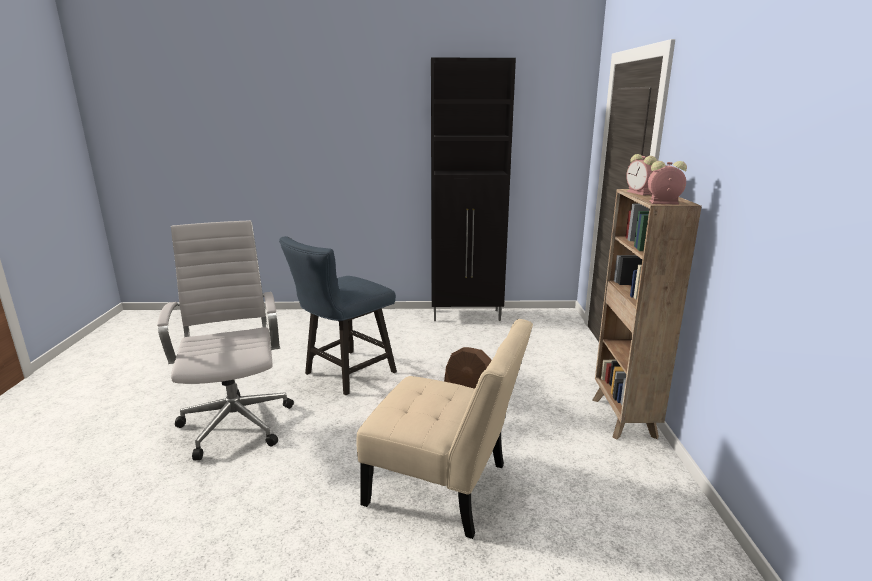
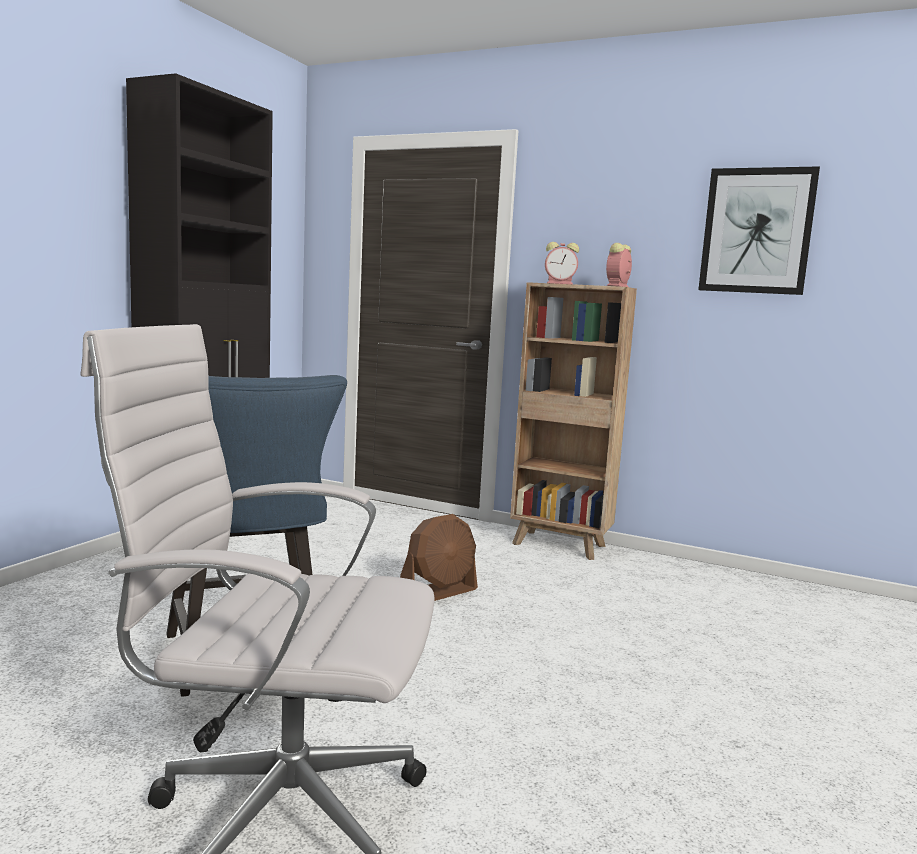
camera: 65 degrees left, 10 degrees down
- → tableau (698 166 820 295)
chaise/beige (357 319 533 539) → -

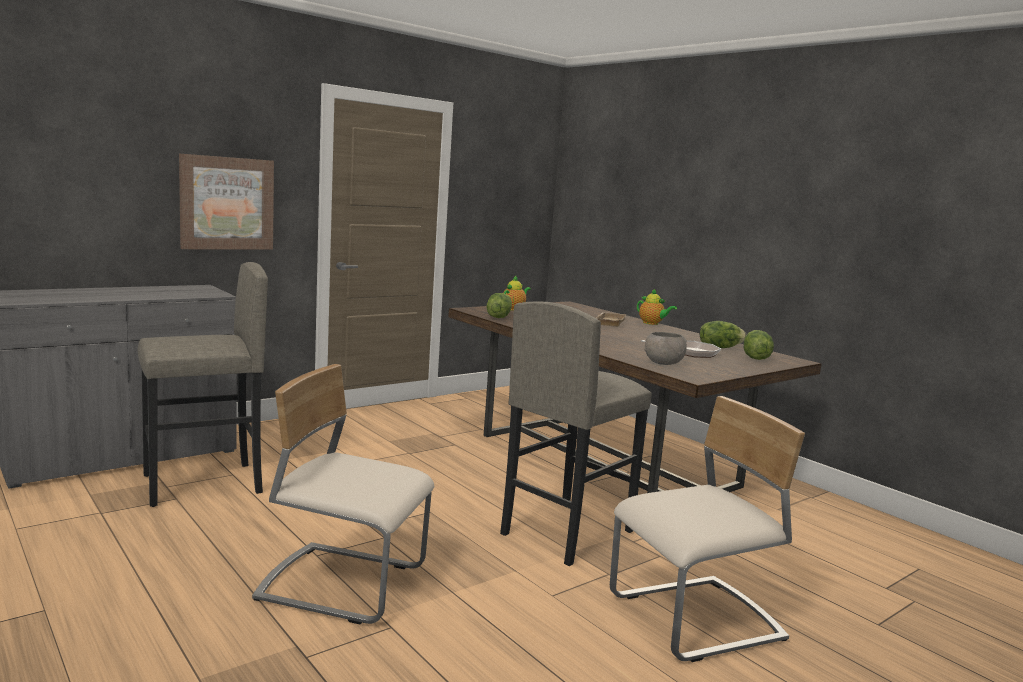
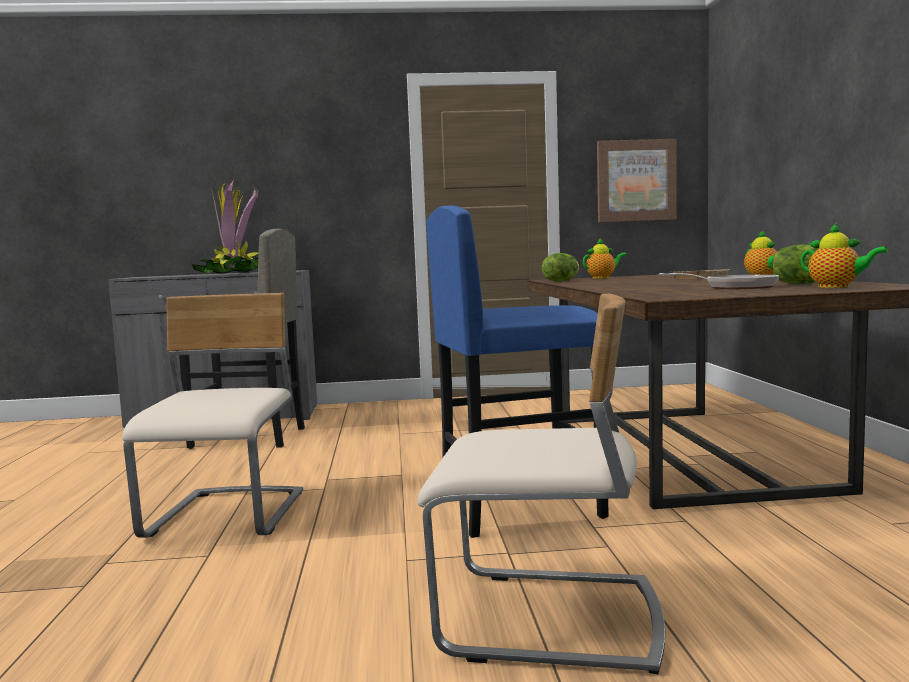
camera: 35 degrees right, 5 degrees down
chaise/beige (252 364 434 624) → chaise/beige (122 293 303 538), 45 degrees clockwise
- → plante en pot (192 180 259 274)
tabouret/gris (500 301 652 566) → tabouret/bleu (426 205 609 538)
tableau (179 154 274 249) → tableau (597 139 677 222), shifted
laitue (744 330 774 360) → théière (800 223 888 288)
bol/gris (644 332 687 365) → -

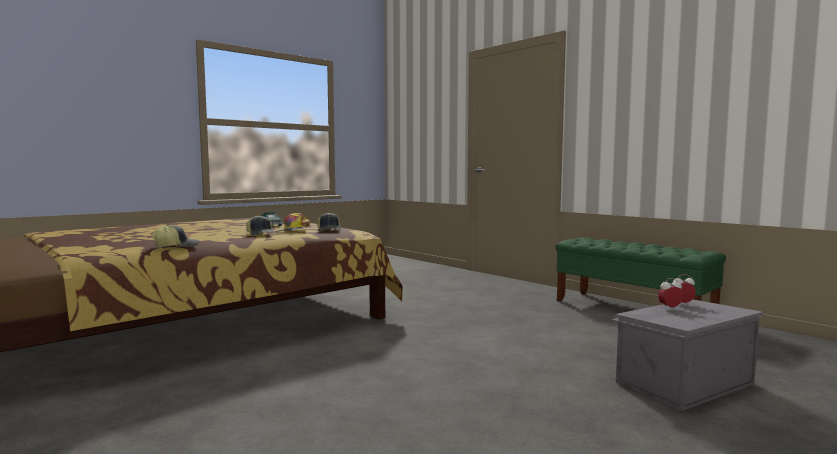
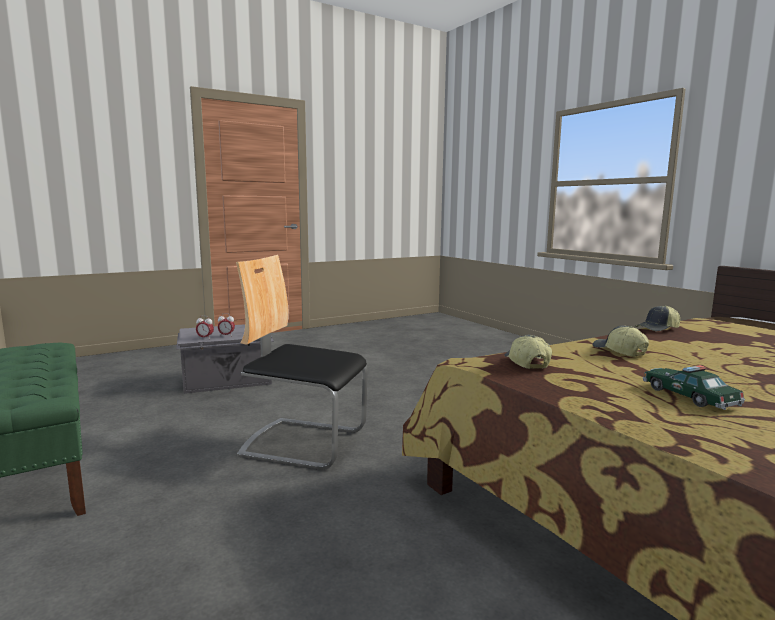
camera: 170 degrees left, 5 degrees up
- → chaise (236 255 368 470)
casquette (276 213 310 232) → -

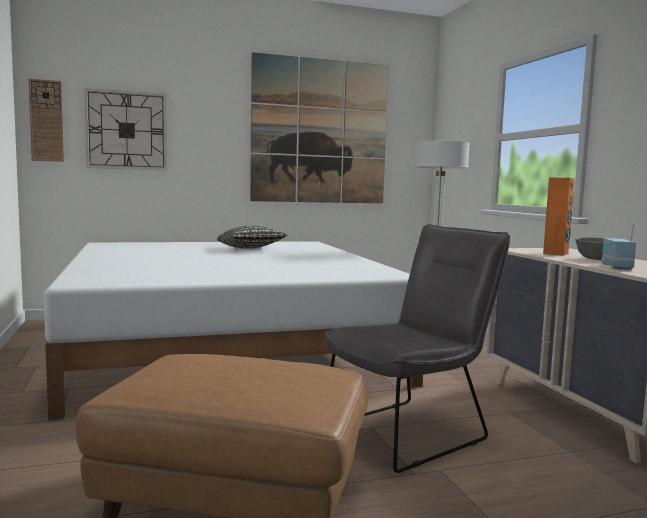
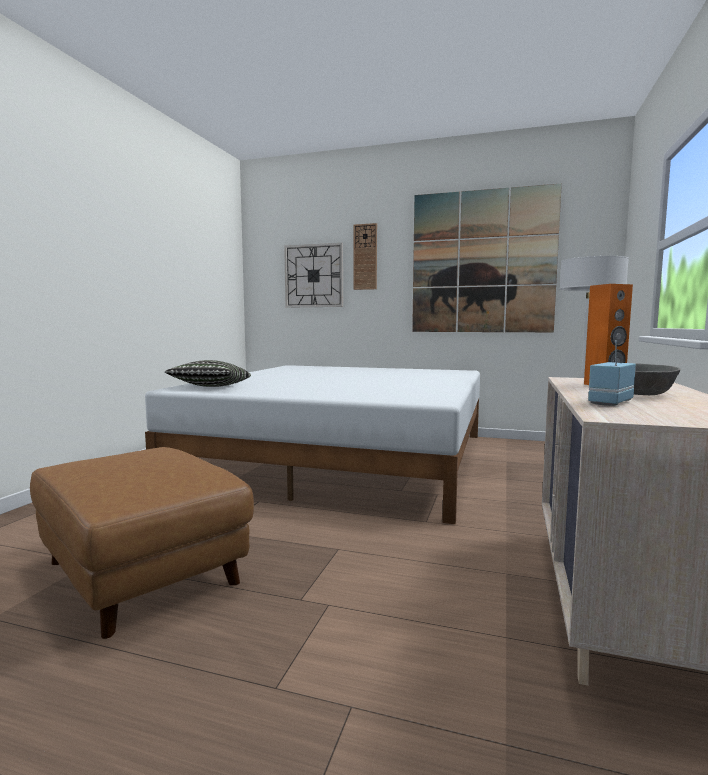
camera: 35 degrees right, 0 degrees up
coussin (217 225 287 249) → coussin (165 360 251 387), shifted
horloge murale (28 79 64 162) → horloge murale (354 223 377 290), shifted
chaise/gris (325 224 510 473) → -

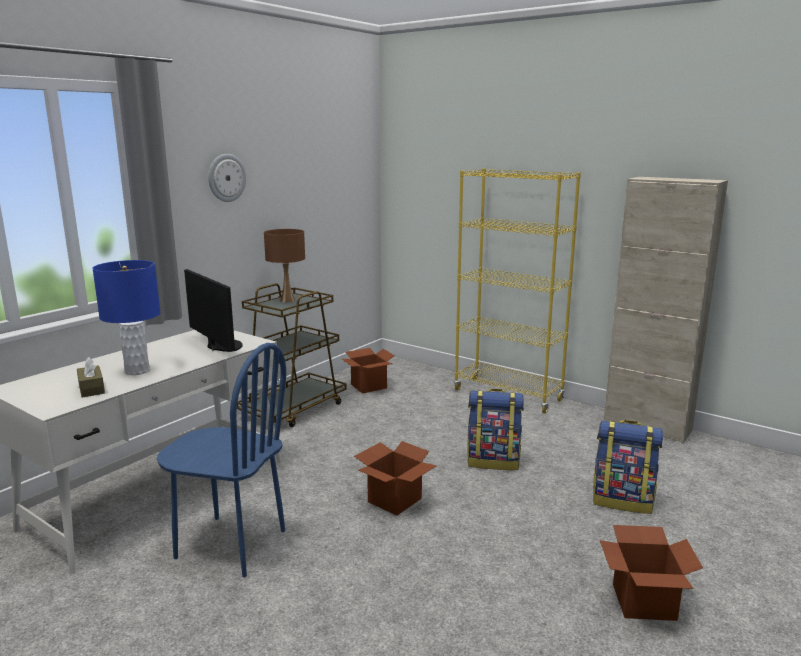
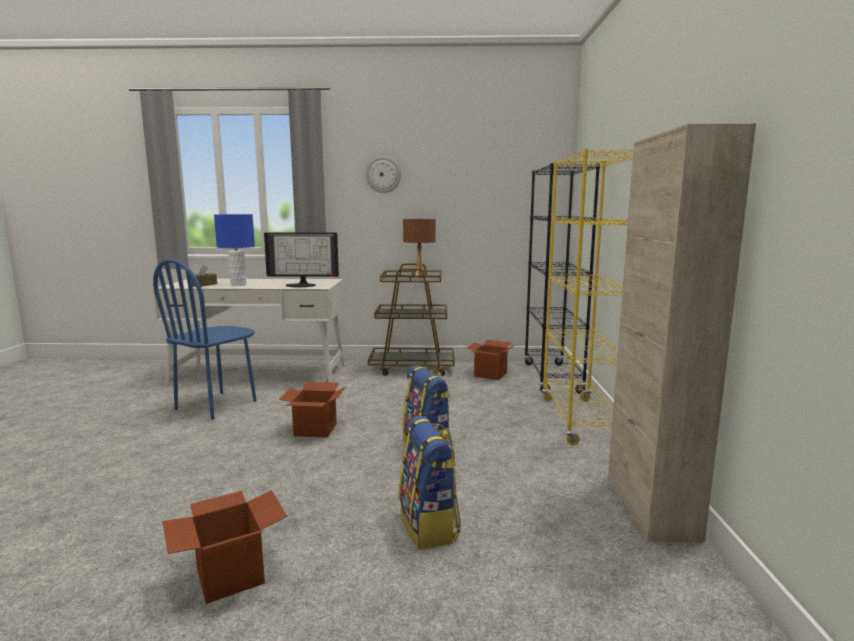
camera: 55 degrees right, 5 degrees down
chaise/bleu (157 343 286 577) → chaise/bleu (153 258 256 420), 45 degrees clockwise
écran d'ordinateur (184 269 243 352) → écran d'ordinateur (264 232 339 287), 75 degrees clockwise
- → bibliothèque/noir (524 163 600 394)

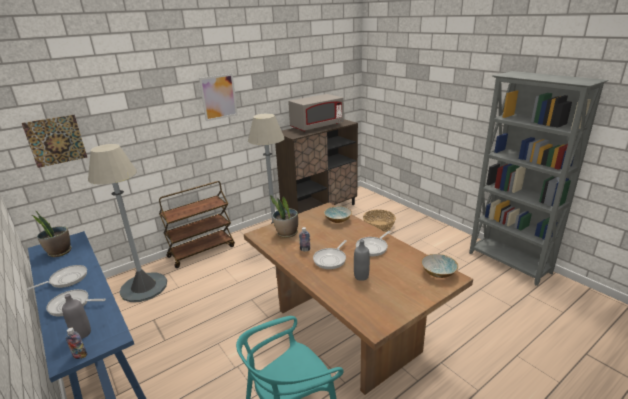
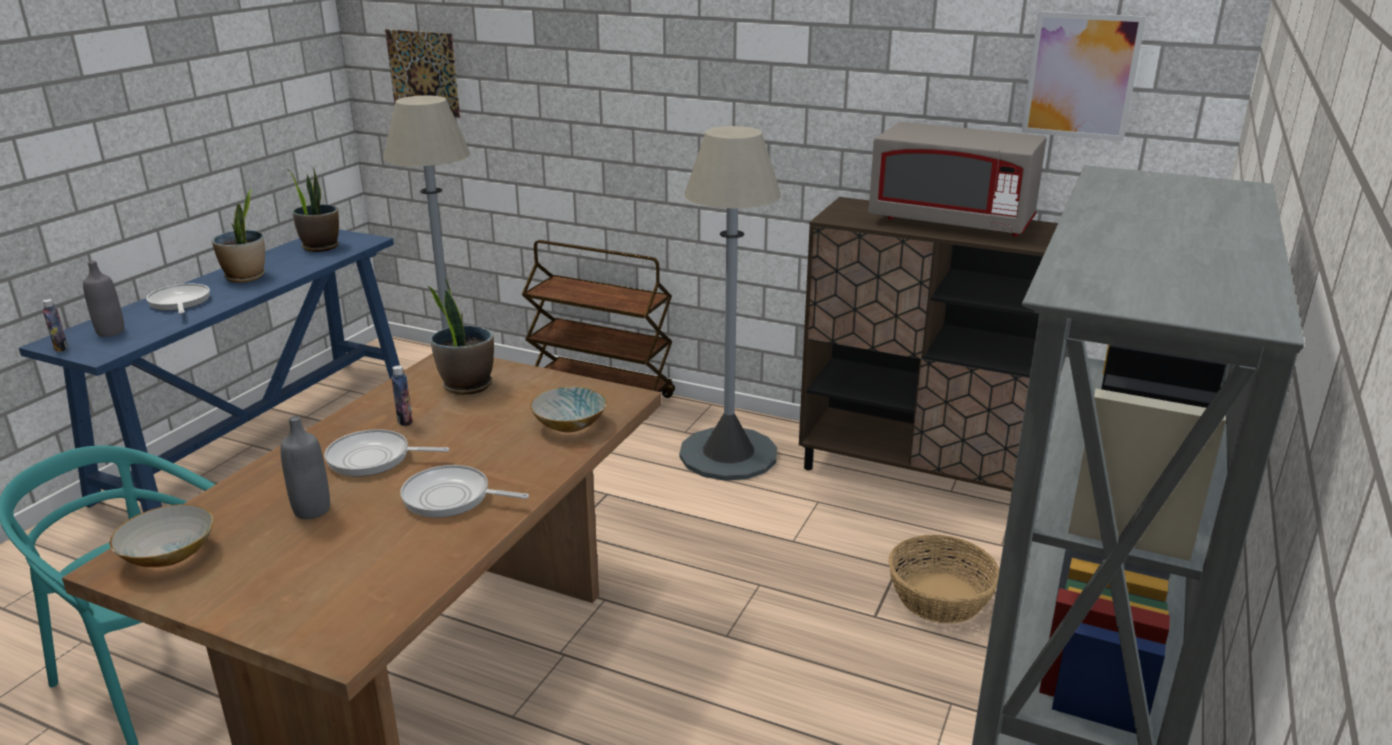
camera: 60 degrees right, 0 degrees up
bol (421 254 458 278) → bol (109 504 214 567), shifted
poêle (27 265 87 290) → plante en pot (212 189 265 283)
tableau (199 74 238 121) → tableau (1022 11 1146 141), shifted

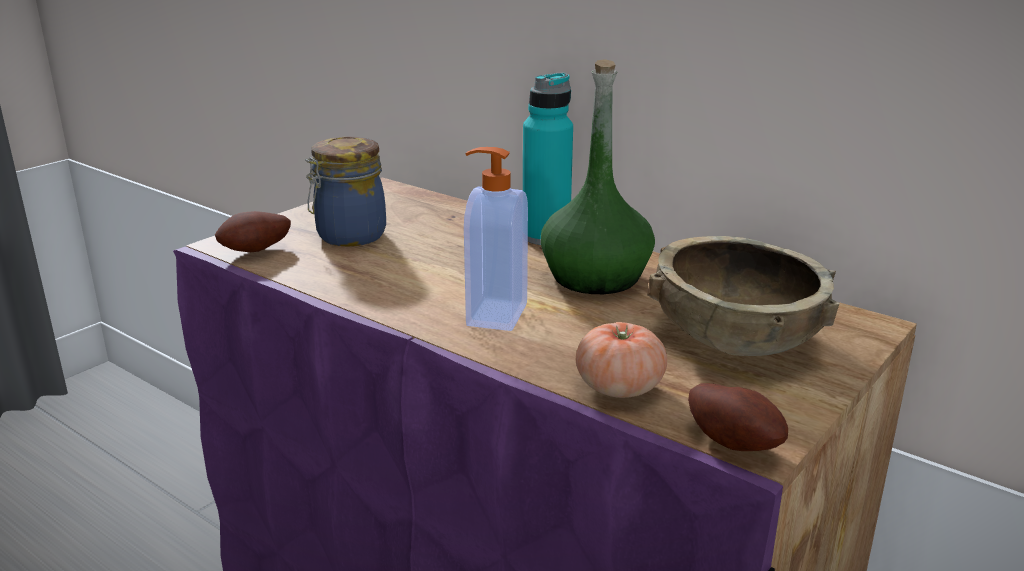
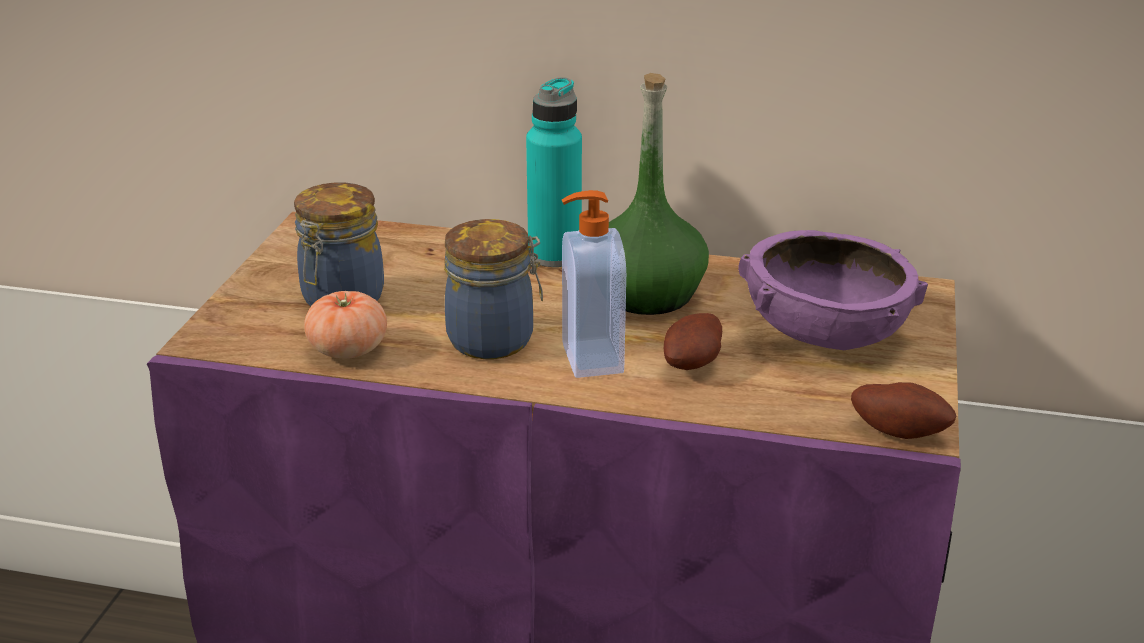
camera: 25 degrees left, 5 degrees up
tomate (576 322 667 398) → tomate (304 291 387 359), shifted
- → bocal (444 219 543 359)
pomme de terre (215 211 291 252) → pomme de terre (664 313 722 370), shifted
bol/marron (647 236 839 356) → bol/violet (738 230 928 350)

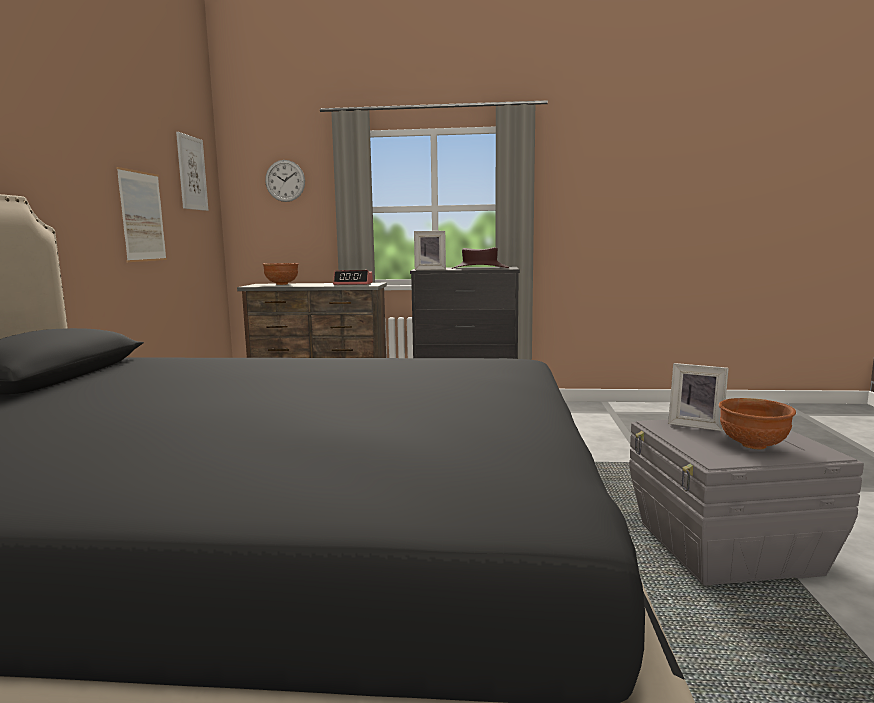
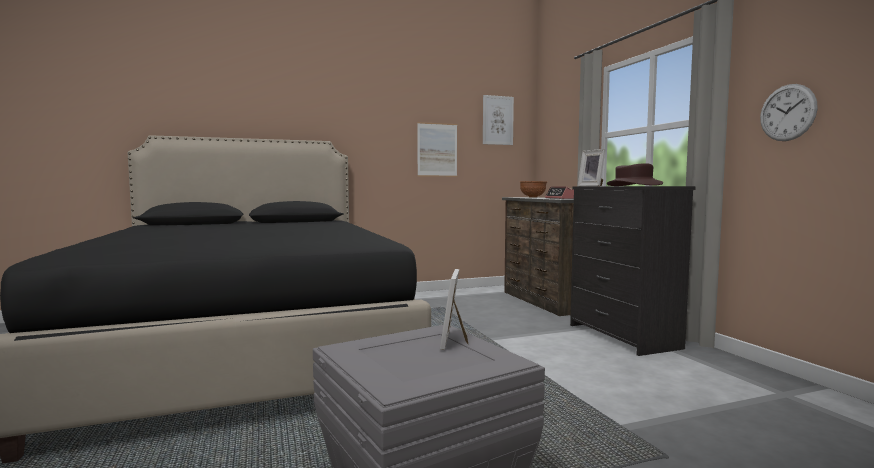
camera: 65 degrees right, 5 degrees down
horloge murale (265 160 305 202) → horloge murale (760 84 818 141), shifted
bol/marron (719 398 796 450) → -

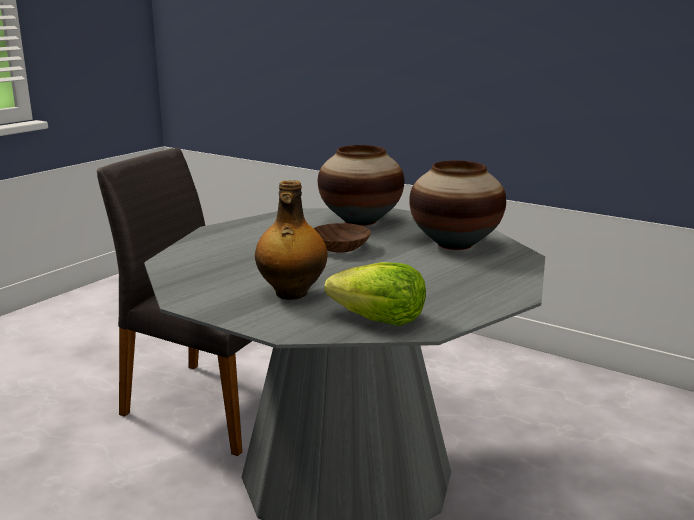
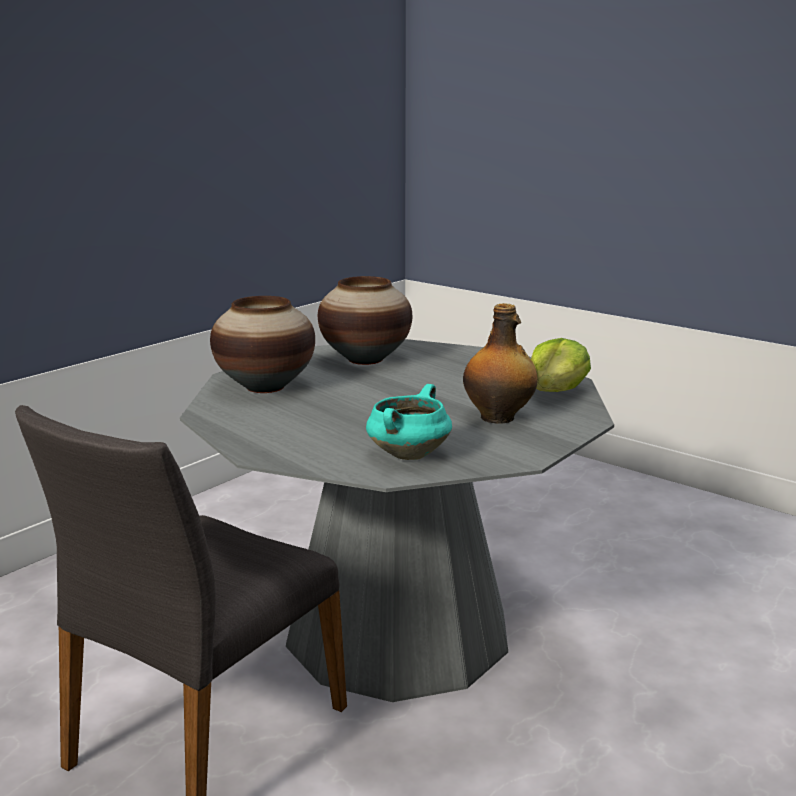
camera: 85 degrees left, 0 degrees up
- → marmite/turquoise (366 384 452 460)
bol/marron (314 223 371 253) → -

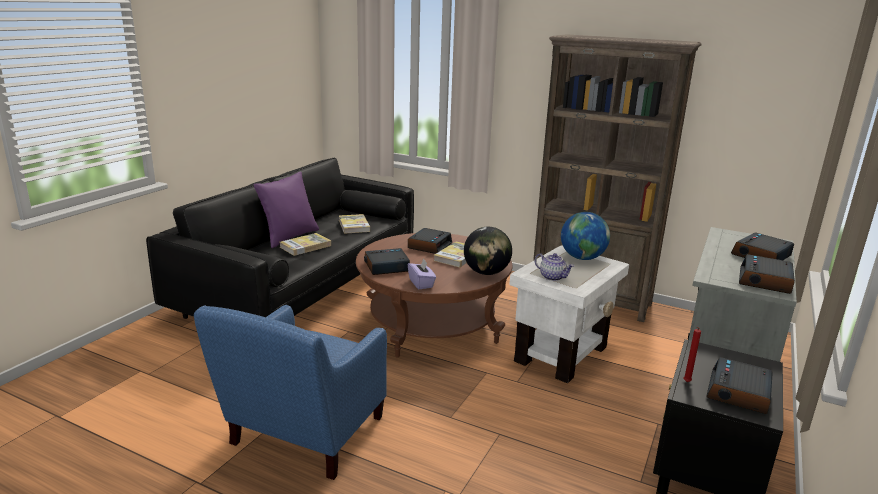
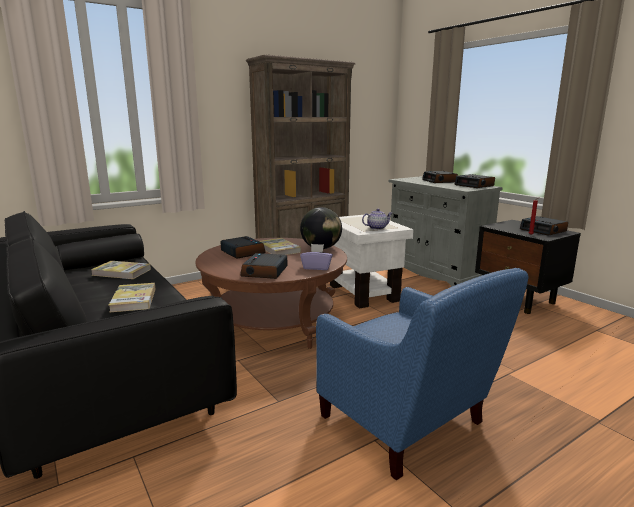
camera: 60 degrees left, 5 degrees down
coussin/violet (254 172 319 248) → -
globe (561 212 610 260) → -

